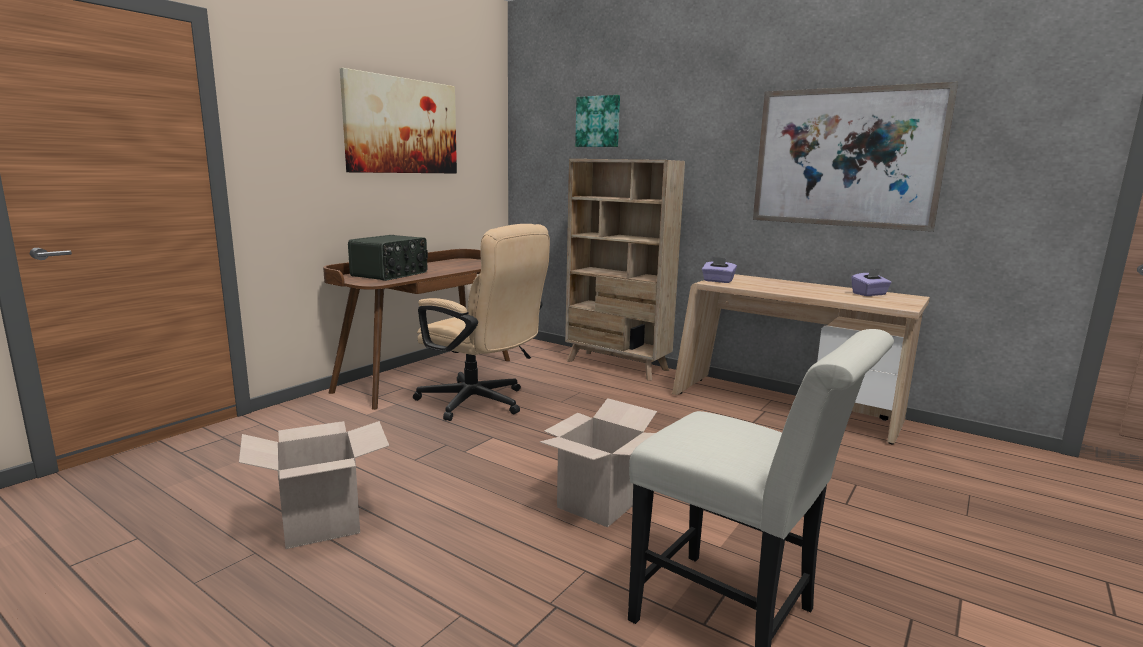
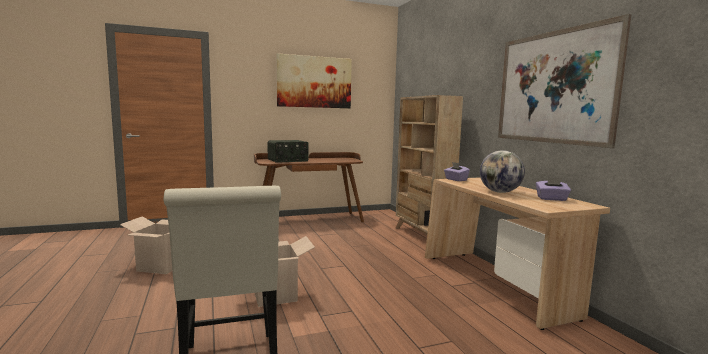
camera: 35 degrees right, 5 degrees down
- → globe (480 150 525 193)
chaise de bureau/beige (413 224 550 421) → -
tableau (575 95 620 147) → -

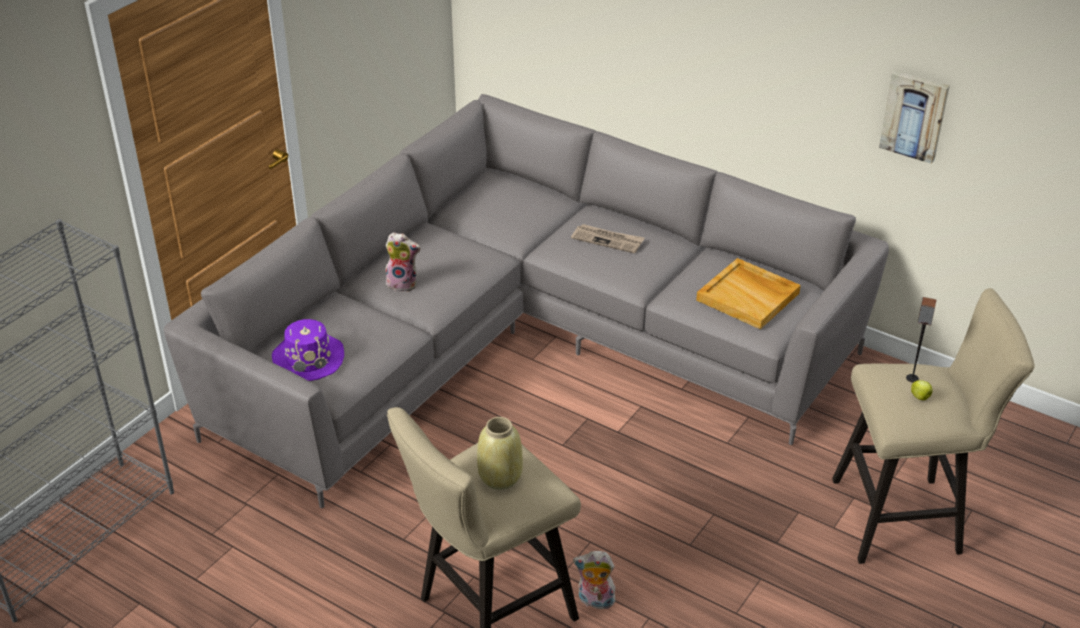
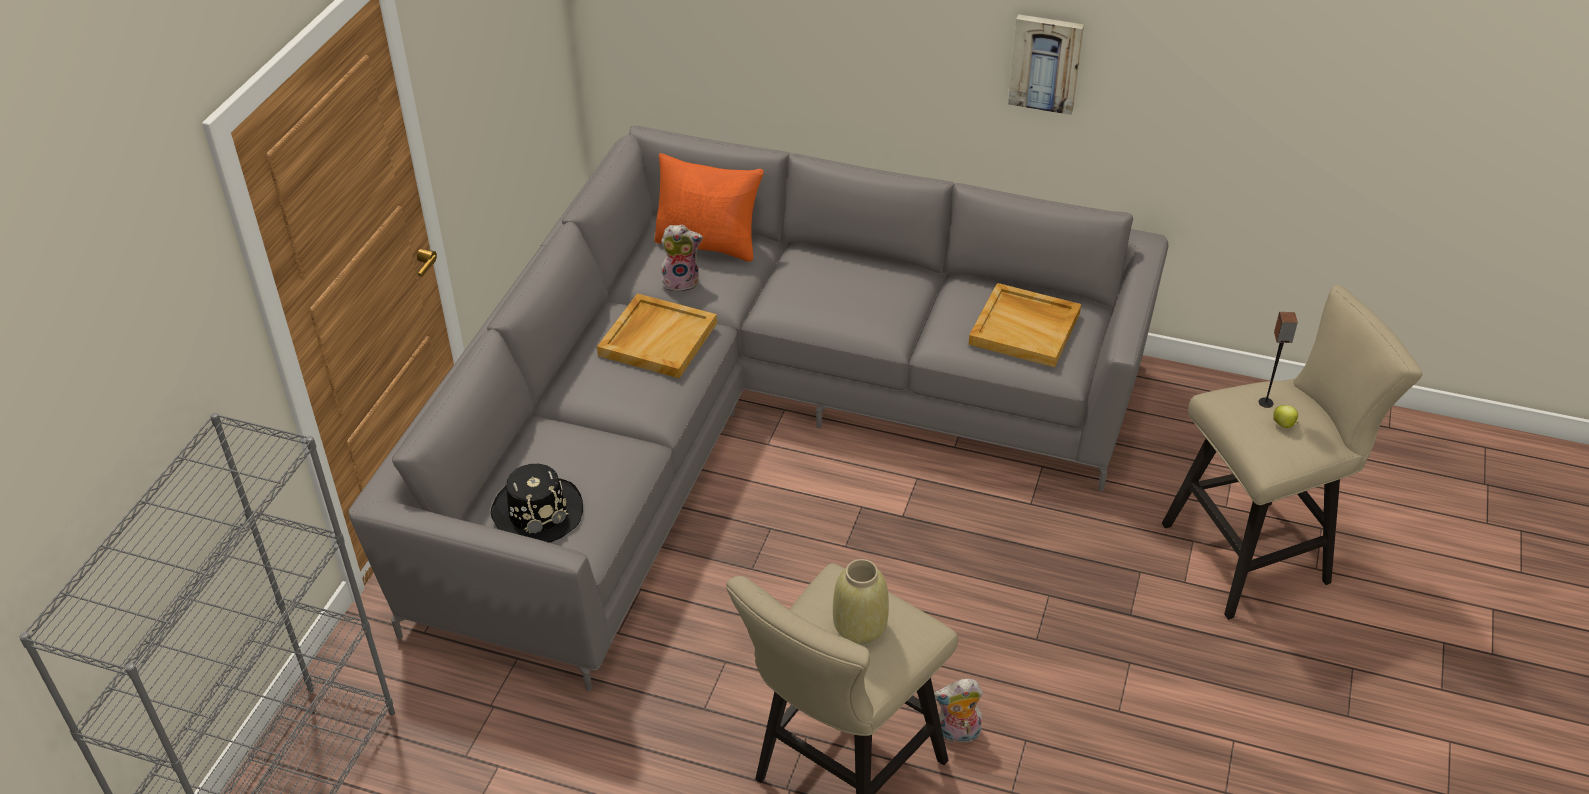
camera: 15 degrees left, 5 degrees up
chapeau/violet (272 319 344 381) → chapeau/noir (491 464 583 543)
- → plateau/beige (597 293 717 378)
- → coussin/orange (654 153 764 262)
peluche (385 232 421 292) → peluche (661 225 703 292), shifted
tableau (879 71 950 164) → tableau (1008 14 1084 115), shifted
journal (571 224 644 253) → -

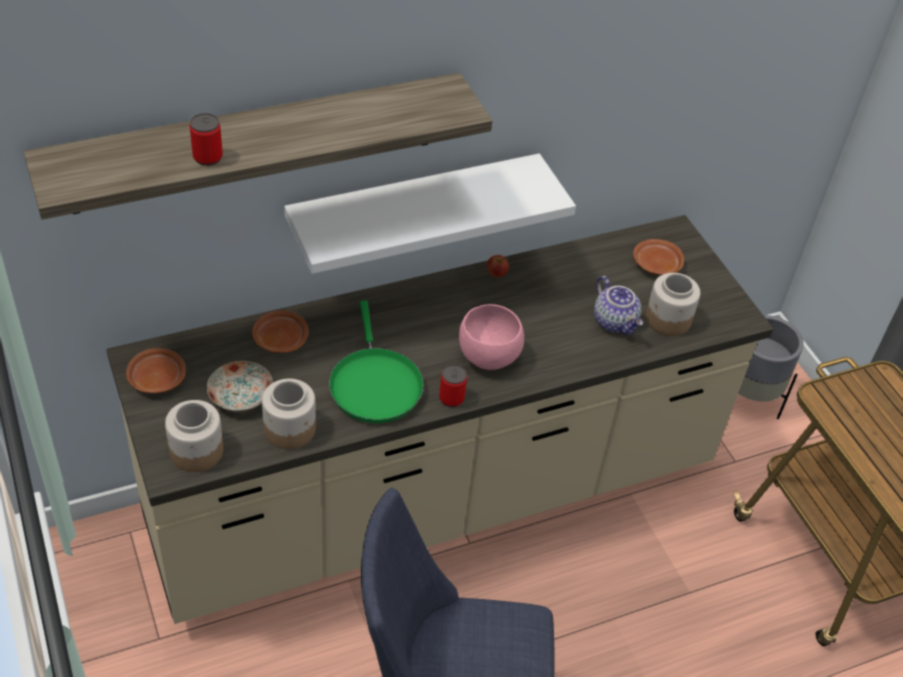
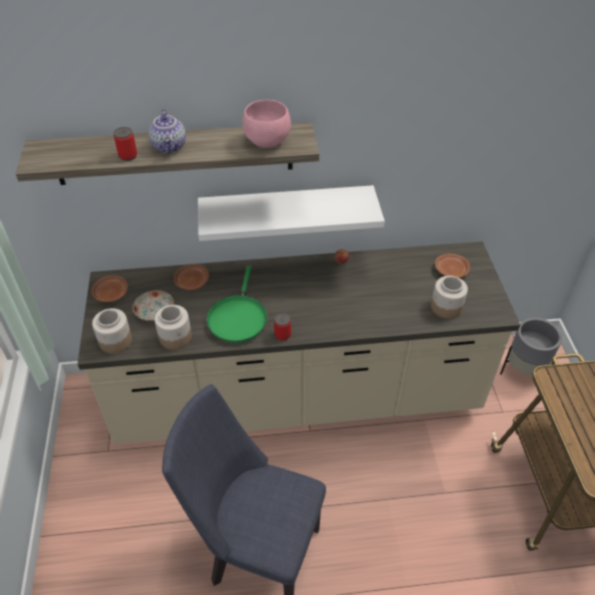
camera: 20 degrees right, 0 degrees up
théière (594 276 643 335) → théière (149 109 186 153), shifted
bol/rose (459 304 524 370) → bol/rose (242 100 291 148), shifted

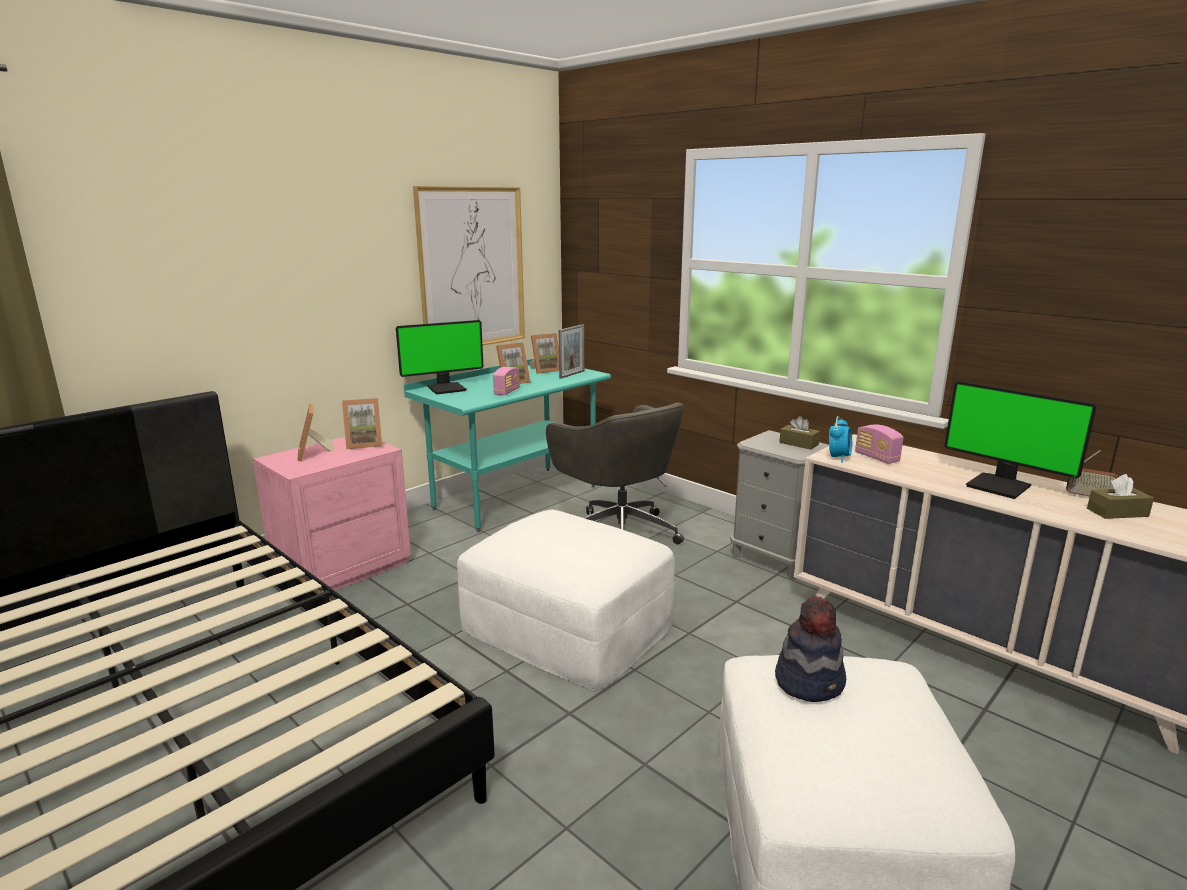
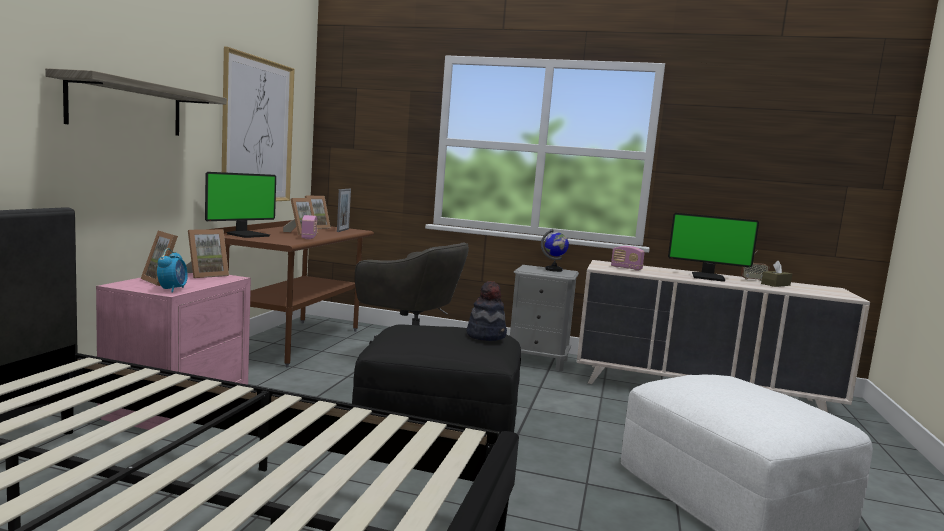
camera: 30 degrees left, 10 degrees down
- → étagère (45 68 227 136)
réveil (829 416 852 463) → réveil (157 248 188 293), shifted
bureau/turquoise (404 359 611 532) → bureau/marron (214 220 374 368)
pouf/blanc (457 510 675 691) → pouf/noir (352 325 521 433)
chapeau (775 596 846 702) → chapeau (466 281 507 341), shifted
boîte à mouchoirs/marron (779 416 820 450) → globe (541 229 569 272)

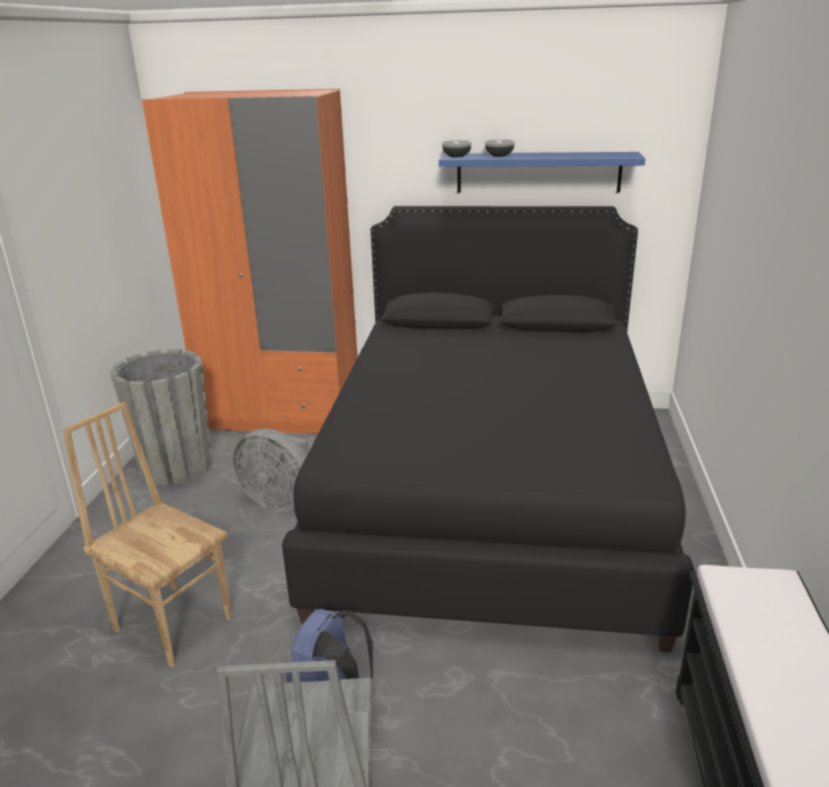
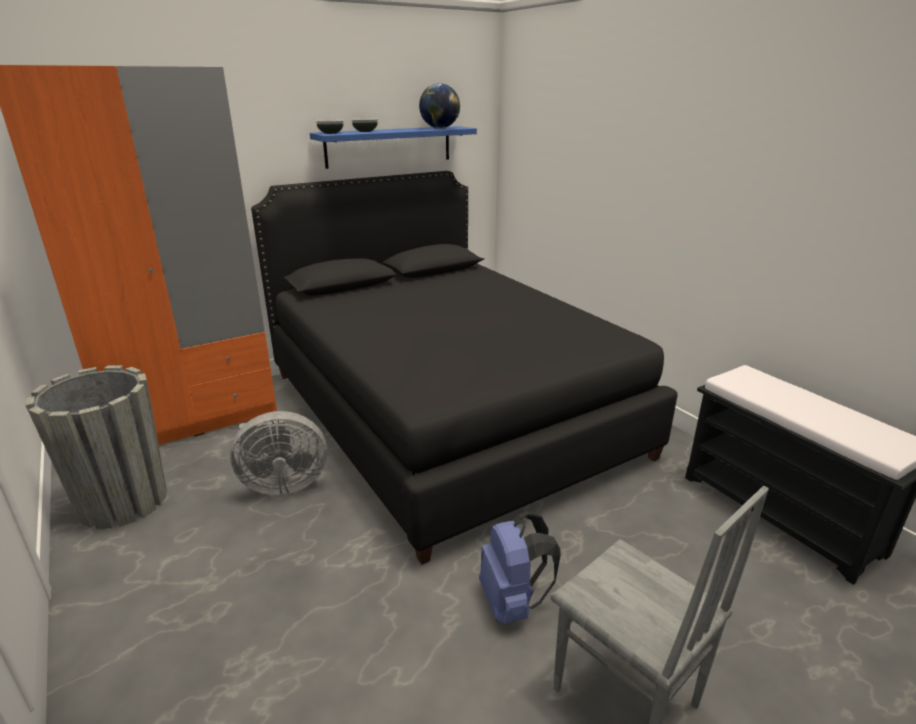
camera: 40 degrees left, 0 degrees up
- → globe (419 83 460 128)
chaise/marron (63 402 232 667) → -

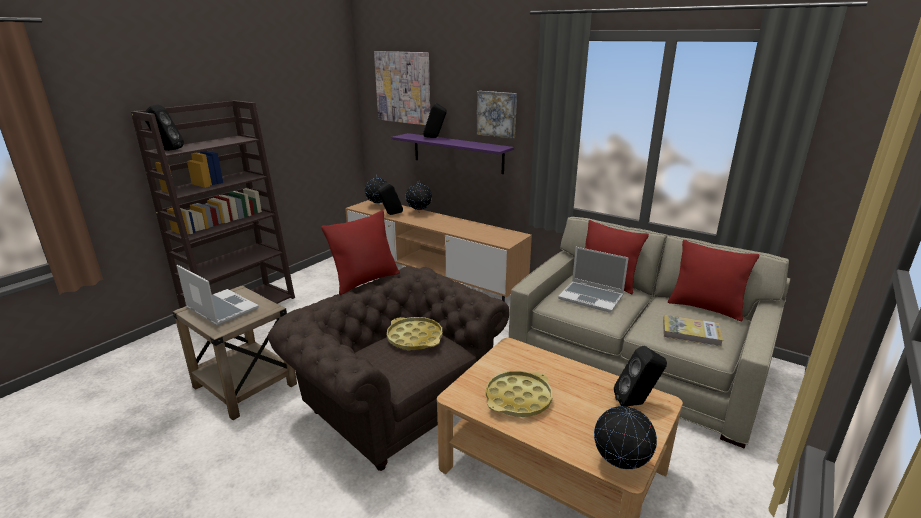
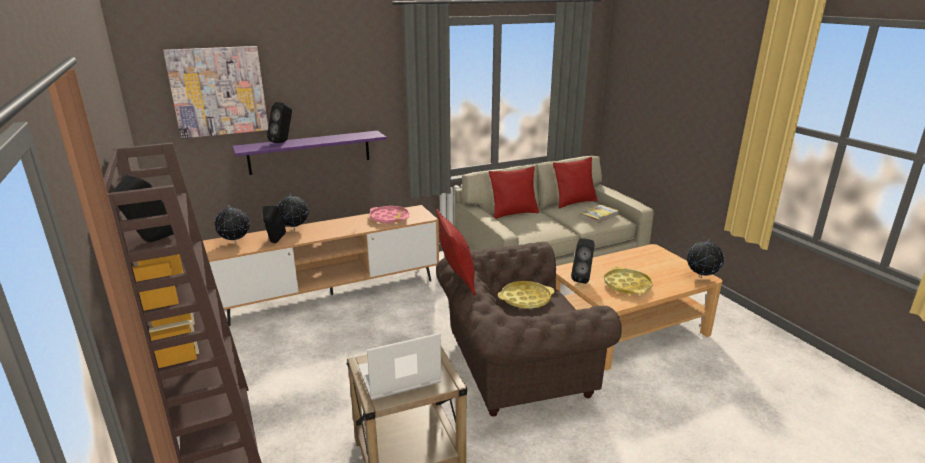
camera: 60 degrees left, 0 degrees up
- → plateau/rose (370 206 410 224)
enceinte/noir (614 346 667 407) → enceinte/noir (571 238 595 284), shifted
tableau (477 91 517 139) → -
ordinateur portable (558 247 629 313) → -

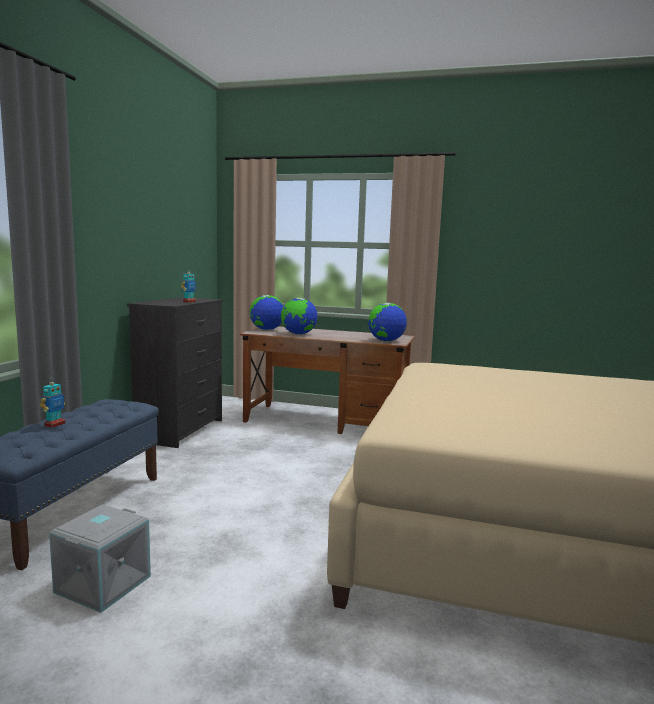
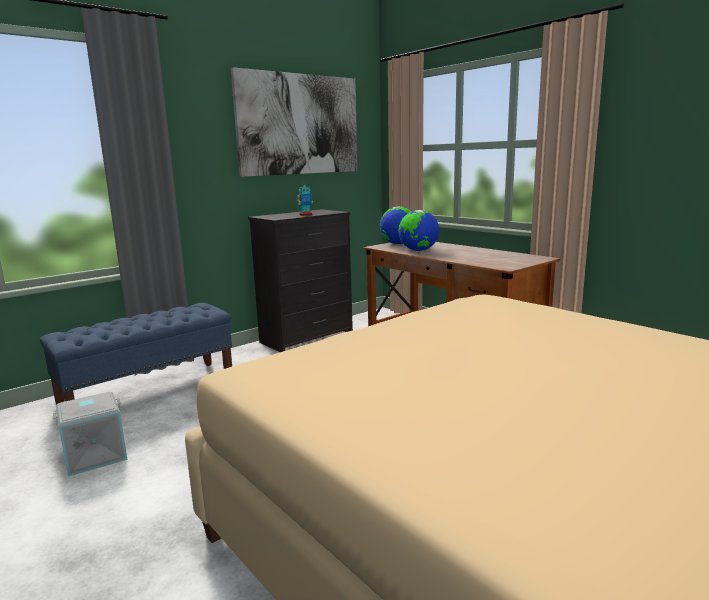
camera: 35 degrees right, 5 degrees up
- → tableau (231 67 358 177)
robot jouet (40 377 66 428) → -
globe (368 303 407 342) → -

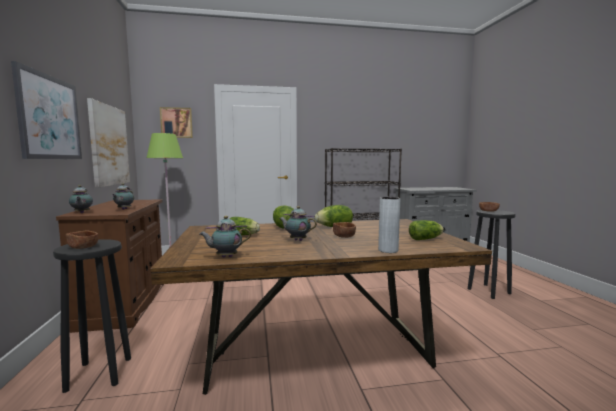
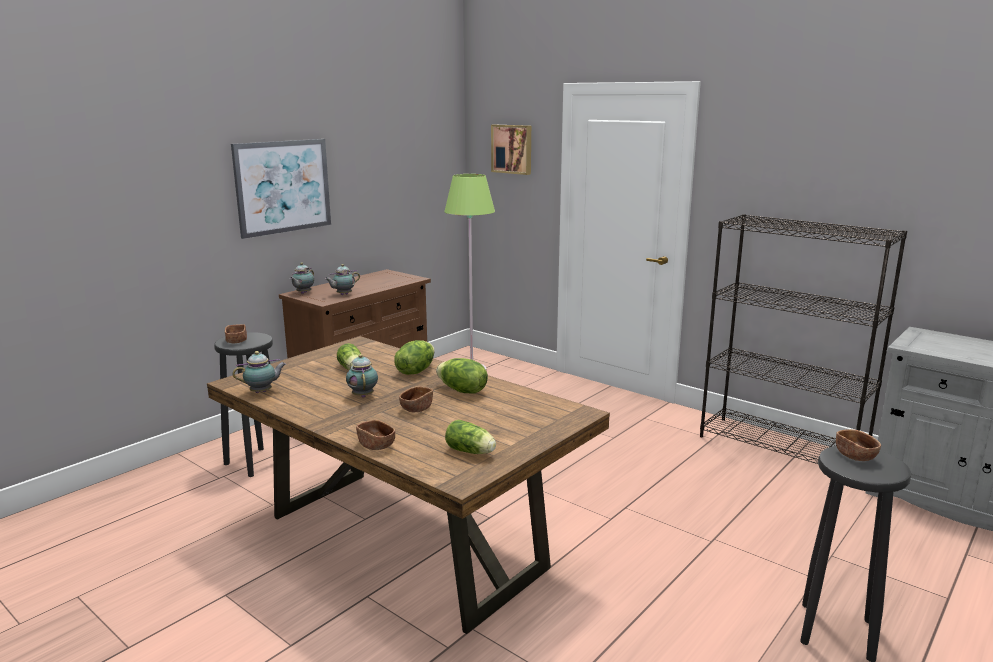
camera: 50 degrees right, 10 degrees up
théière (199 216 251 258) → théière (232 351 286 393), 120 degrees clockwise
vase/gris (378 197 400 253) → bol/marron (356 420 395 450)
tableau (87 98 130 188) → -

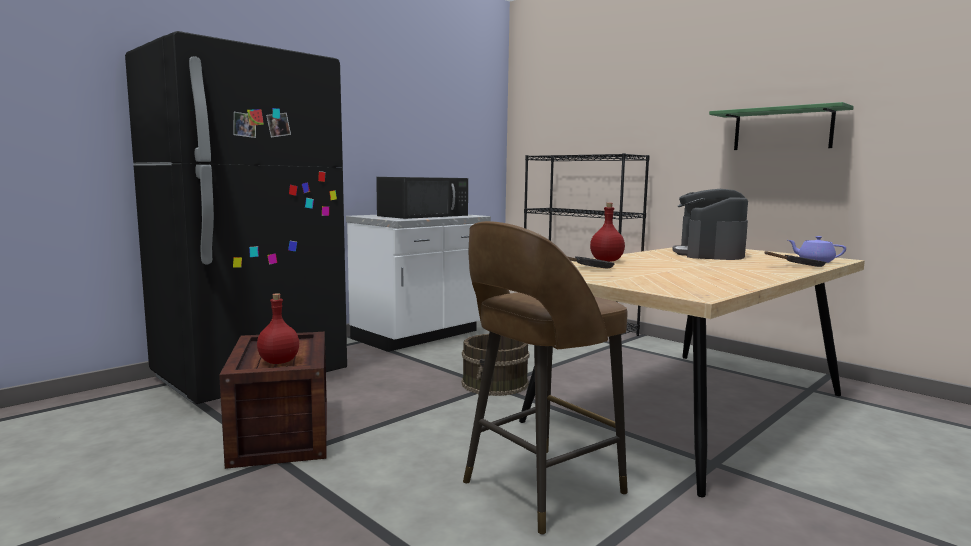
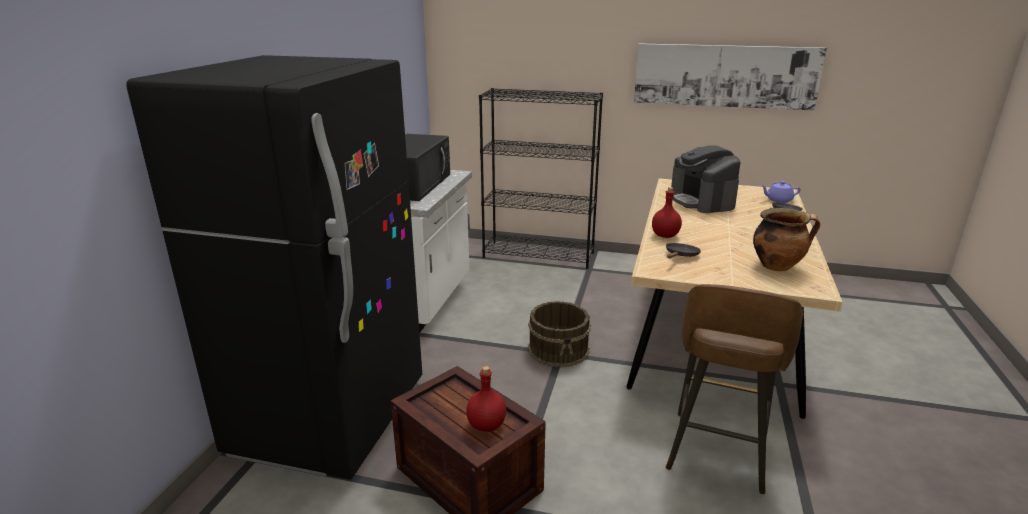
camera: 30 degrees left, 15 degrees up
étagère/vert (709 102 854 150) → tableau (634 43 827 111)
- → marmite (753 208 820 271)

